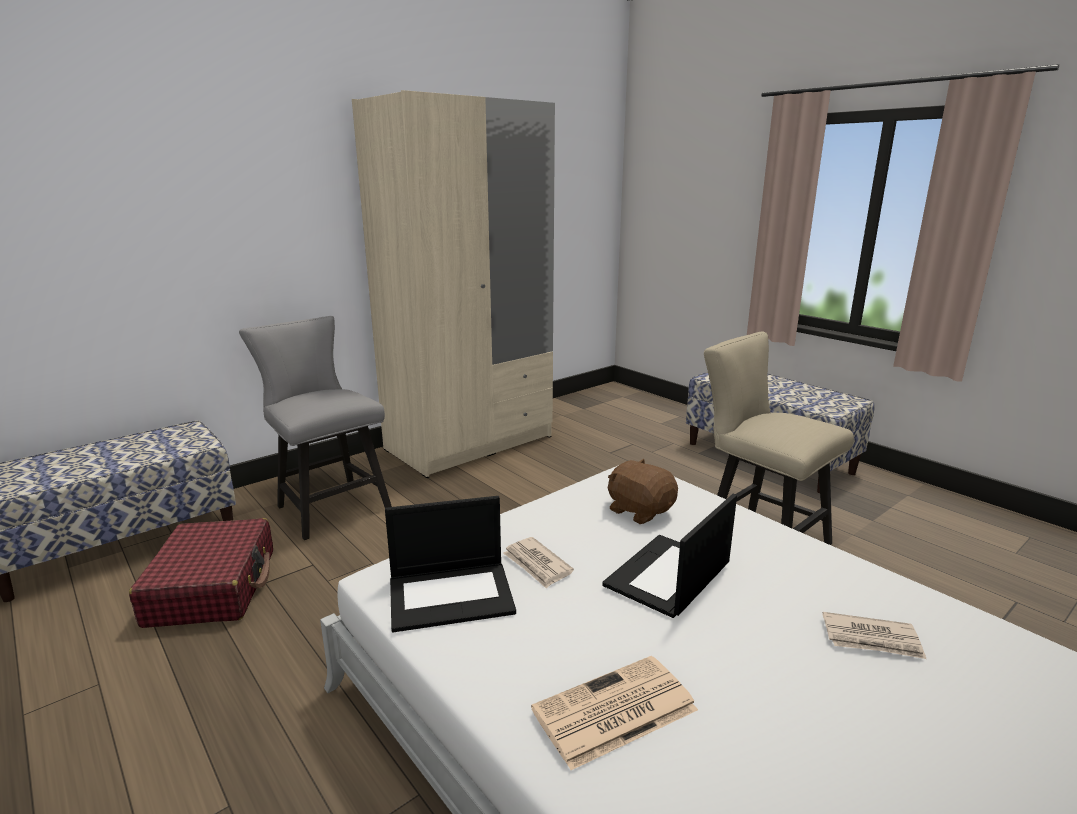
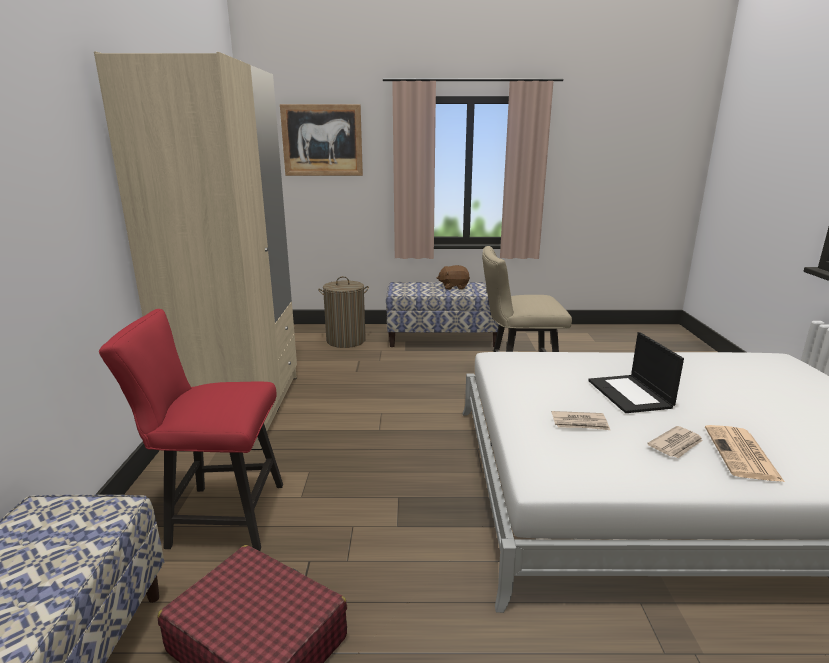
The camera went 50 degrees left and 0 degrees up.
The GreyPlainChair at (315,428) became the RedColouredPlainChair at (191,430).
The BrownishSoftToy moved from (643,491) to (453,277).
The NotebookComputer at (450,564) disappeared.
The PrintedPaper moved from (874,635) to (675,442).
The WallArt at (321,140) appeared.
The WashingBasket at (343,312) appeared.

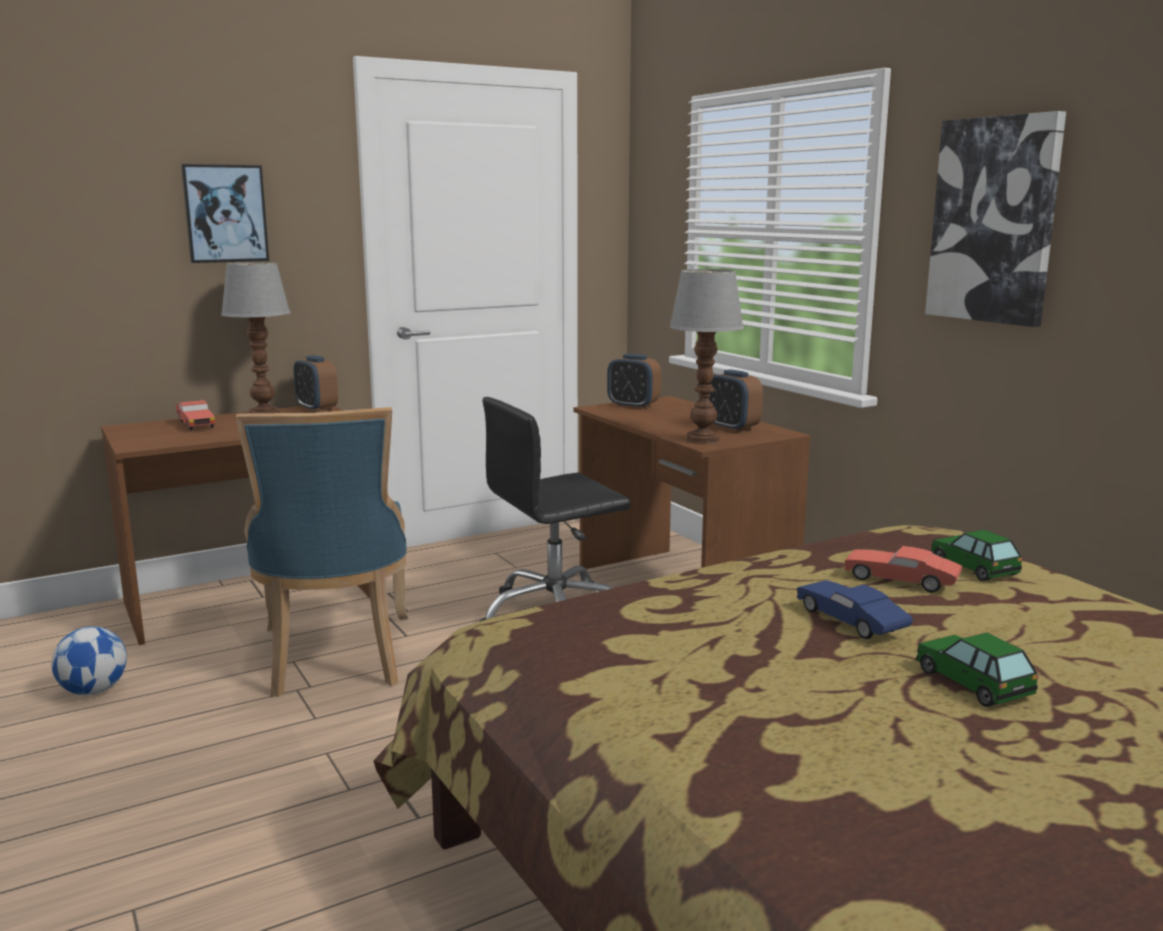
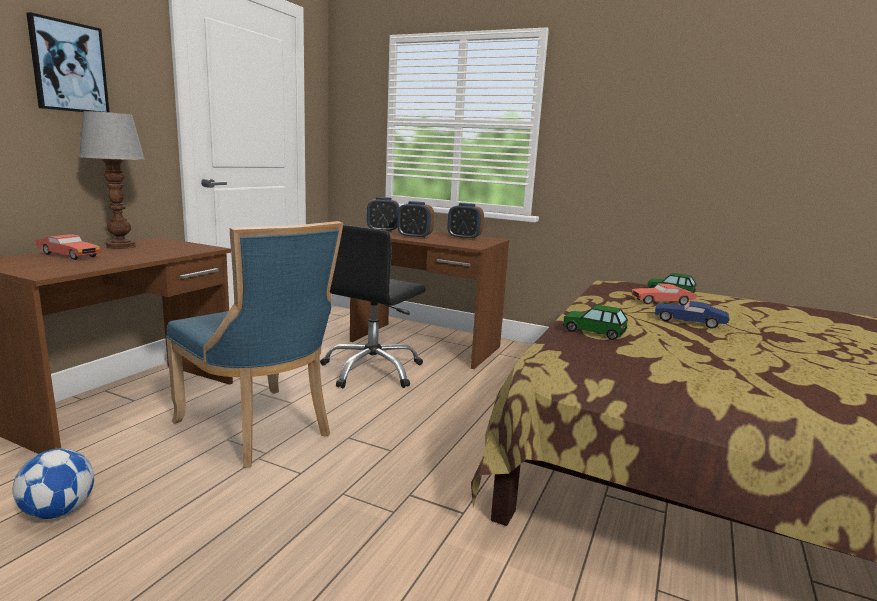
The camera went 35 degrees left and 0 degrees up.
The WallArt at (995,219) disappeared.
The TableLamp at (706,356) disappeared.
The TableClock moved from (315,383) to (415,220).
The ModelCar moved from (977,670) to (595,322).

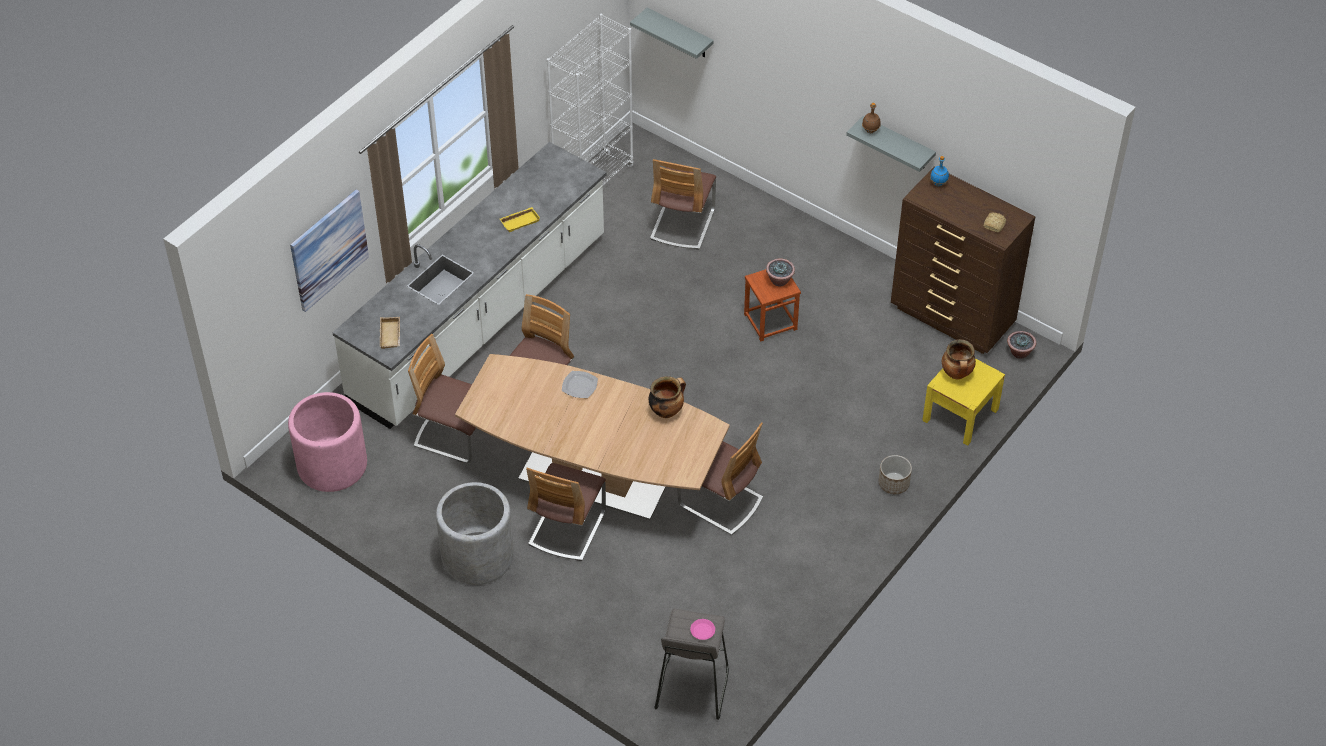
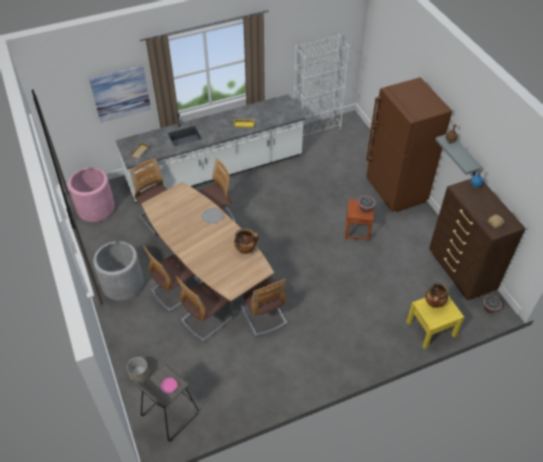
The camera went 30 degrees right and 0 degrees up.
The GreyShelf at (672,33) disappeared.
The PlainChair moved from (683,204) to (204,309).
The Planter moved from (895,474) to (137,370).
The BrownishFridge at (409,144) appeared.

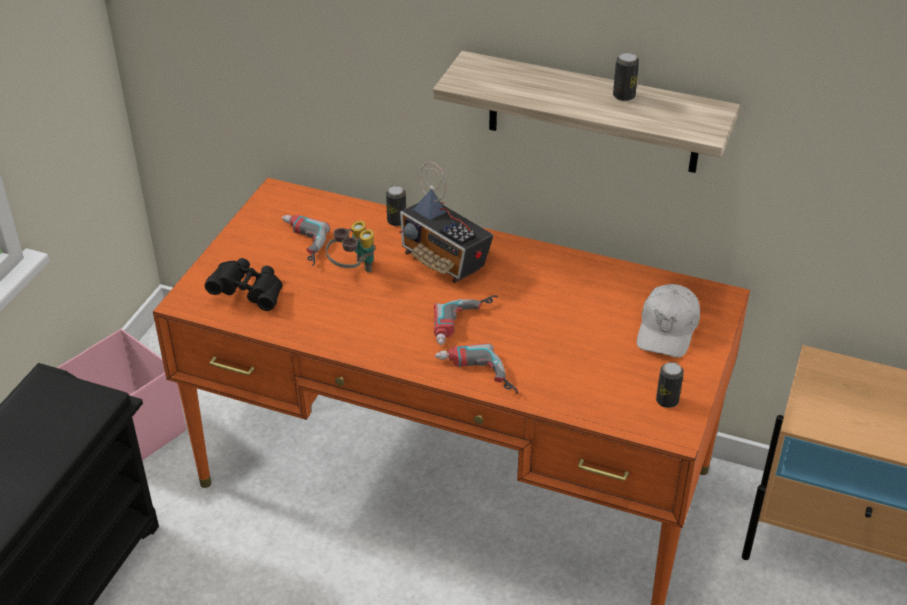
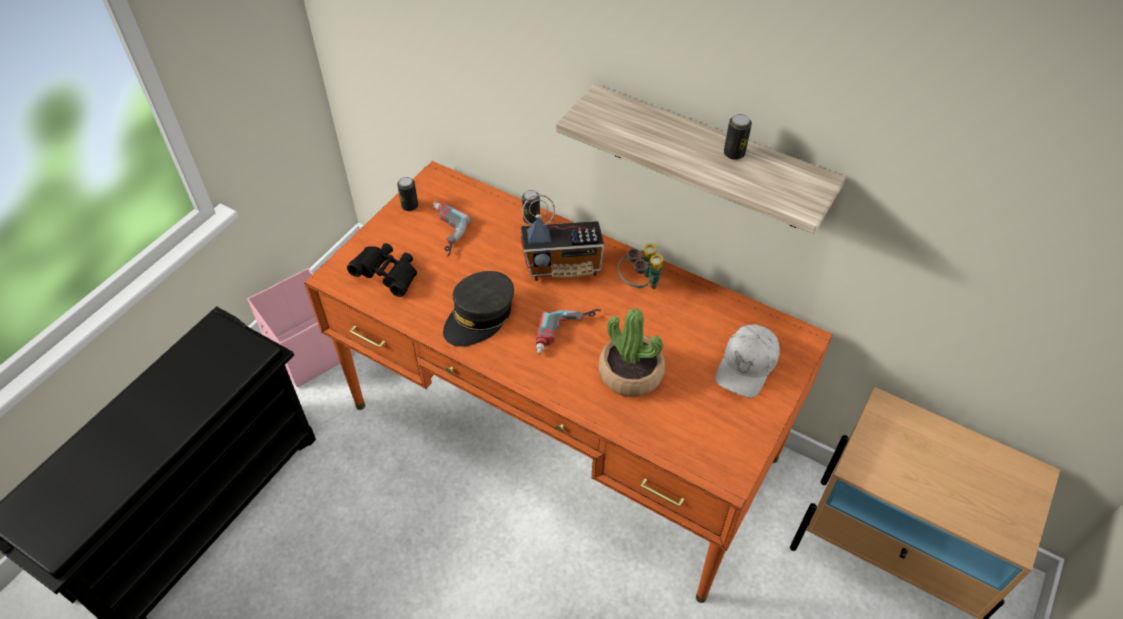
The camera went 10 degrees right and 10 degrees up.
The RadioSet at (446,222) turned 60 degrees counterclockwise.
The FieldGlasses moved from (351,247) to (640,266).
The ElectricDrill at (476,368) disappeared.
The SealedCan moved from (670,385) to (407,194).
The GreyPeakedCap at (478,309) appeared.
The Houseplant at (632,352) appeared.

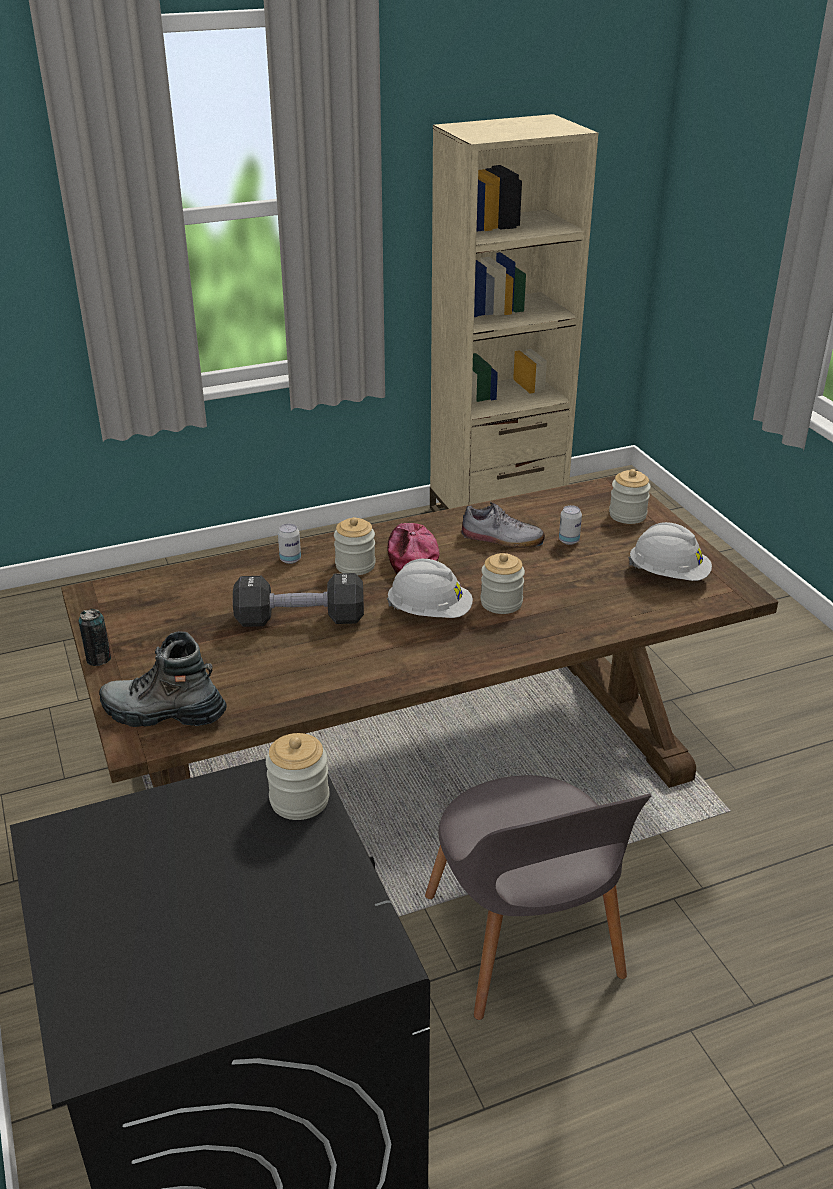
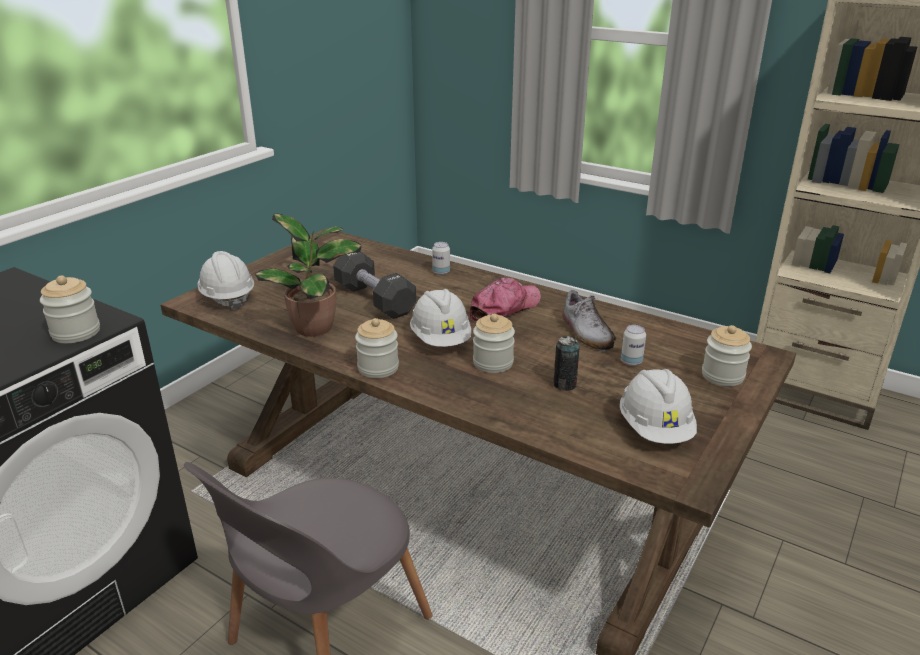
The camera went 55 degrees right and 5 degrees down.
The PreserveJar moved from (355,546) to (377,348).
The SealedCan moved from (94,637) to (567,363).
The HighTopBoot at (163,679) was replaced by the WhiteWorkHelmet at (226,280).
The Houseplant at (308,275) appeared.

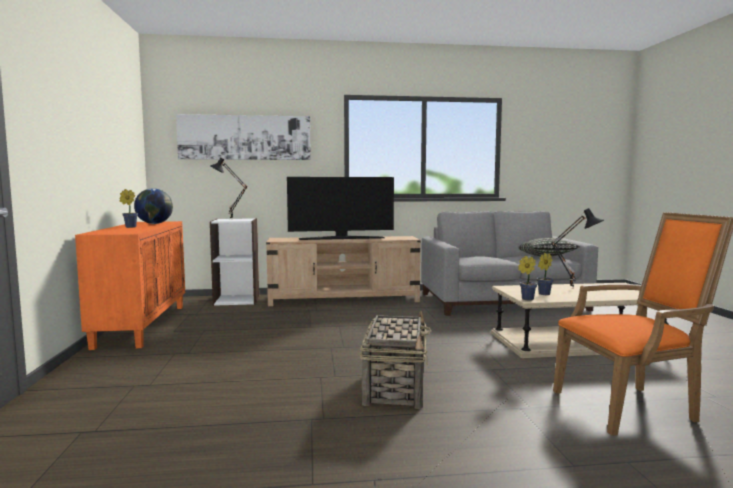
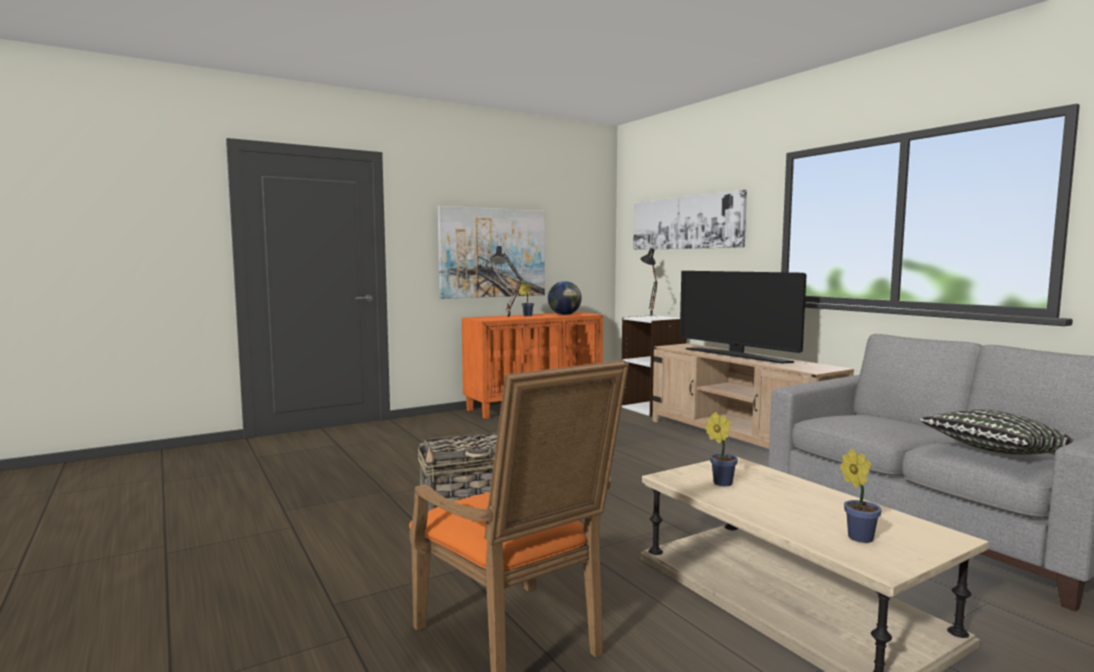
The camera went 65 degrees right and 0 degrees up.
The BlackTableLamp moved from (577,248) to (506,282).
The Houseplant moved from (527,278) to (861,496).
The WallArt at (491,252) appeared.

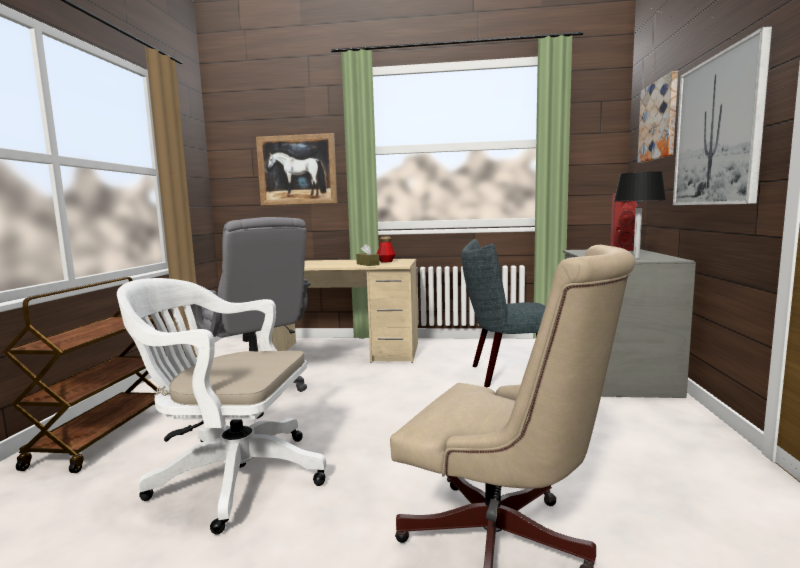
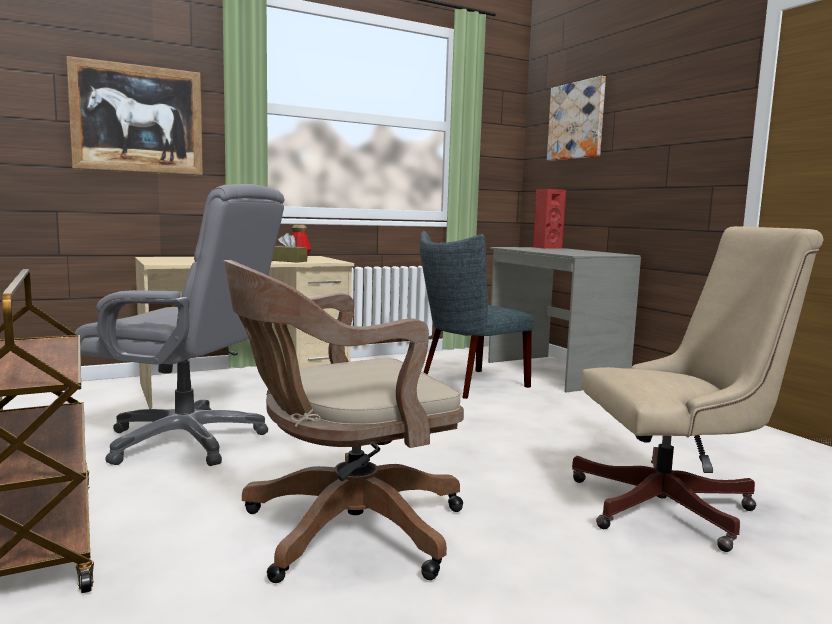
The camera went 35 degrees left and 0 degrees up.
The WallArt at (722,115) disappeared.
The BlackTableLamp at (640,214) disappeared.
The WhiteComputerChair at (221,406) became the BrownishComputerChair at (344,421).

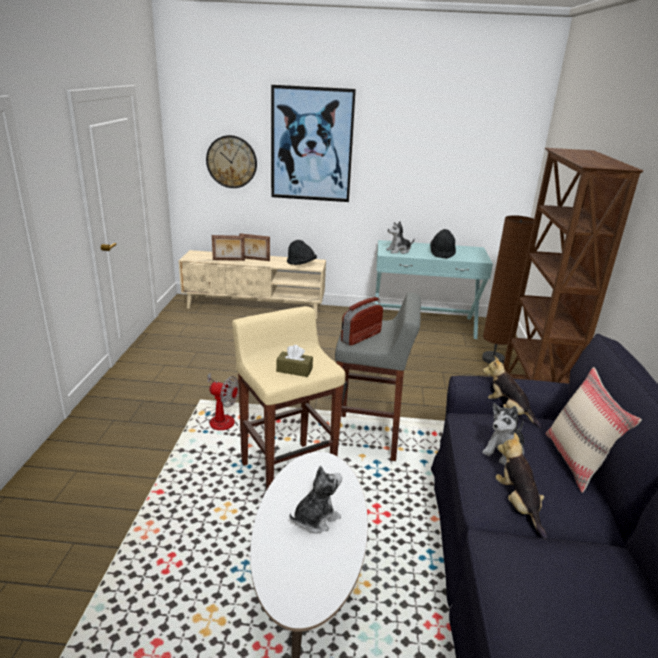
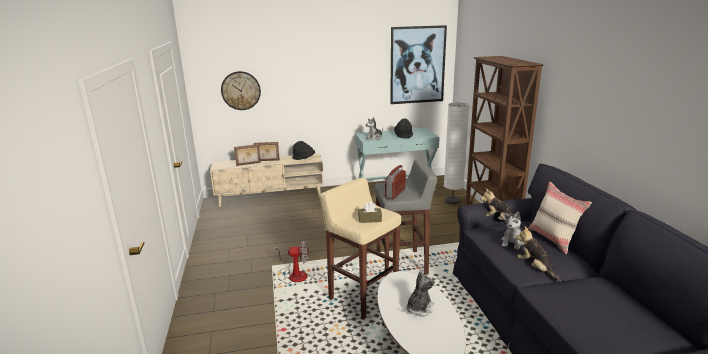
The camera went 15 degrees left and 5 degrees down.
The WallArt moved from (313,143) to (418,64).
The BrownishStandardLamp at (508,289) became the WhiteStandardLamp at (456,153).

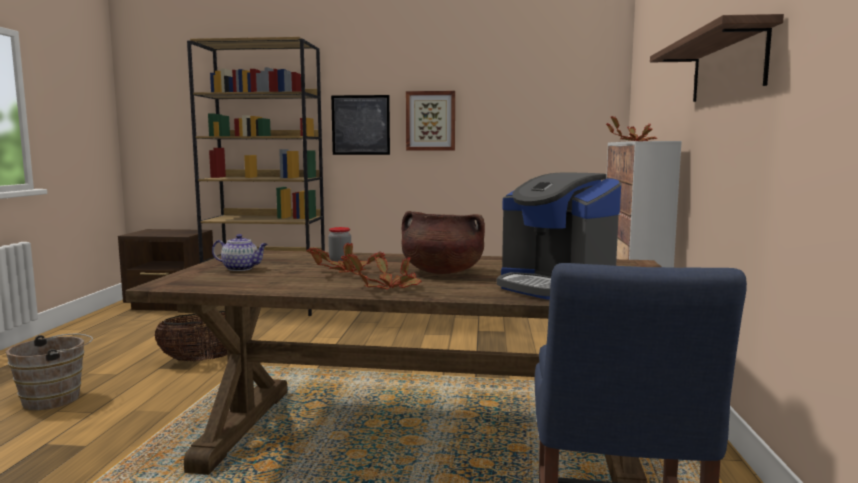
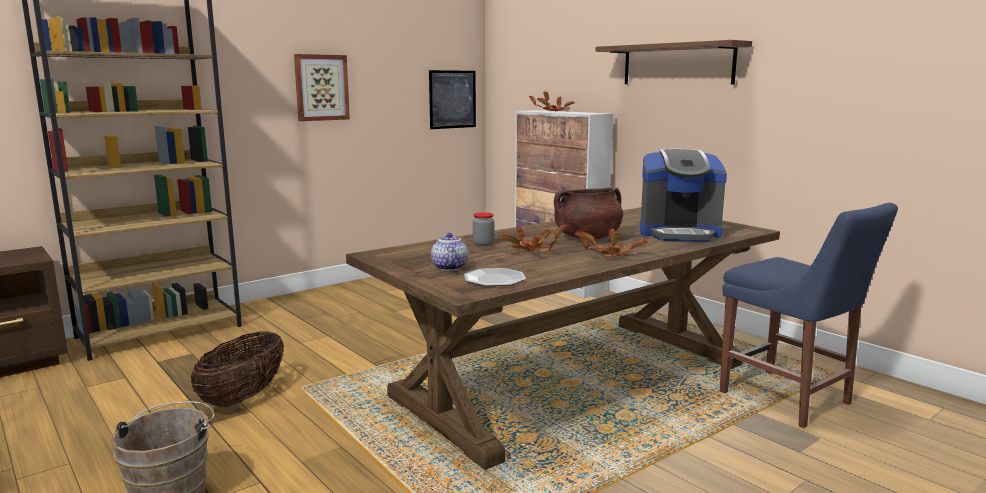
The camera went 45 degrees left and 5 degrees up.
The WallArt moved from (360,125) to (452,99).
The TeaPot at (240,252) turned 60 degrees counterclockwise.
The FlatDish at (495,277) appeared.

